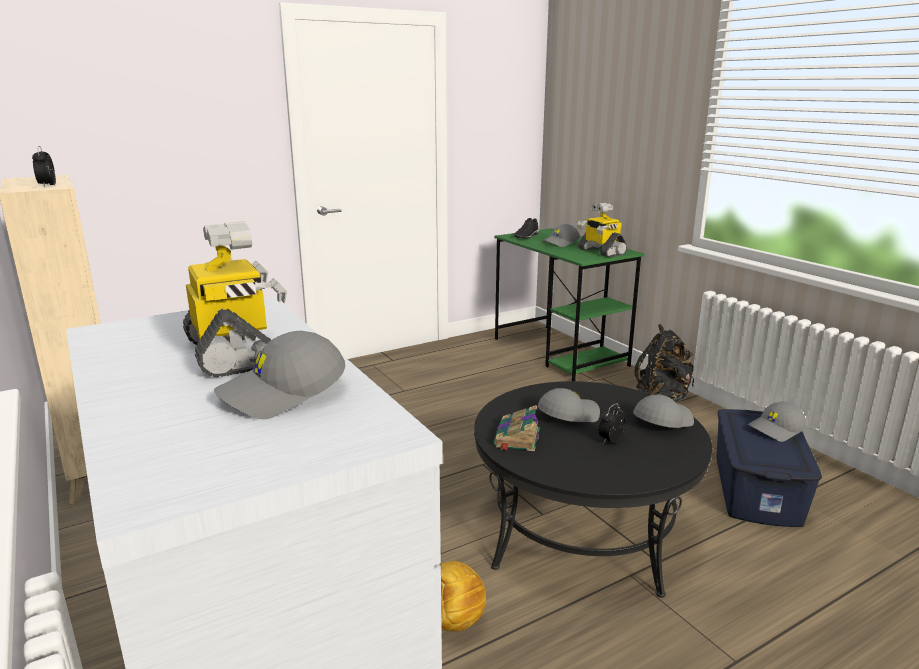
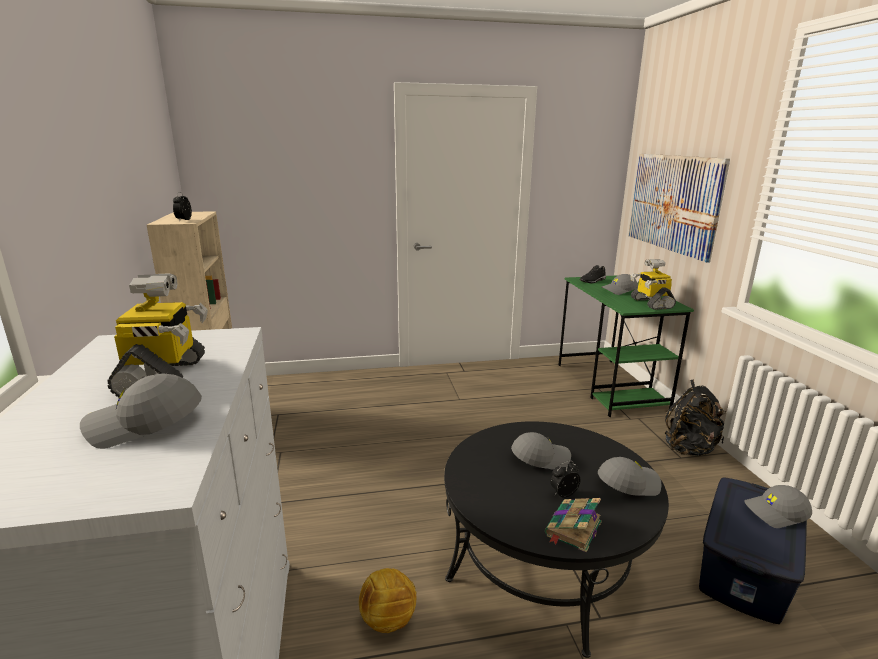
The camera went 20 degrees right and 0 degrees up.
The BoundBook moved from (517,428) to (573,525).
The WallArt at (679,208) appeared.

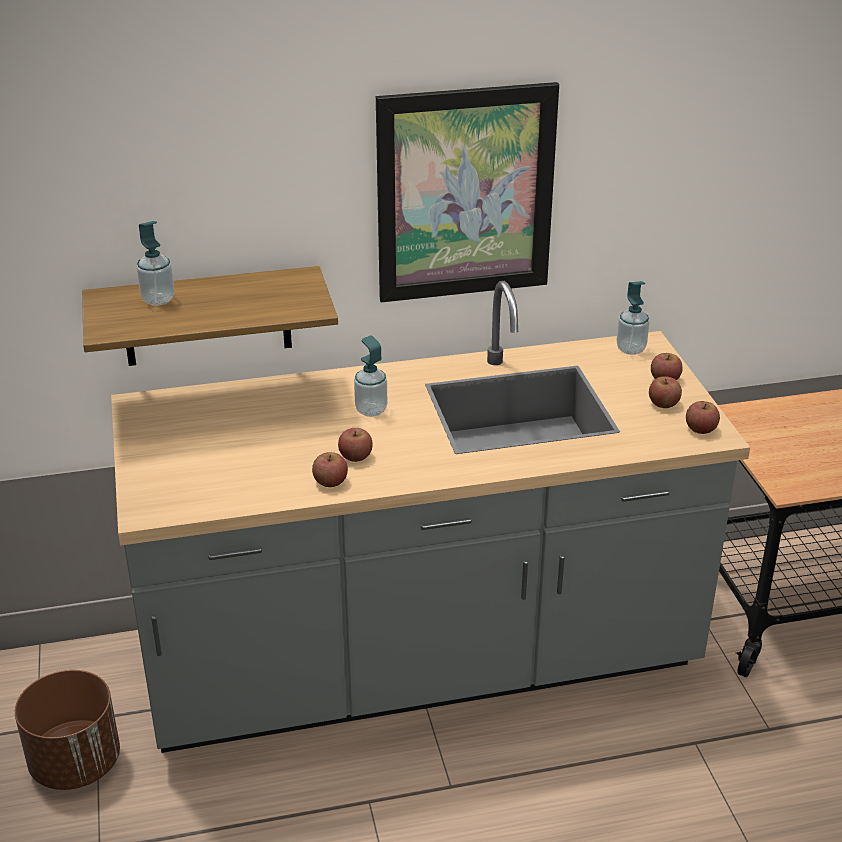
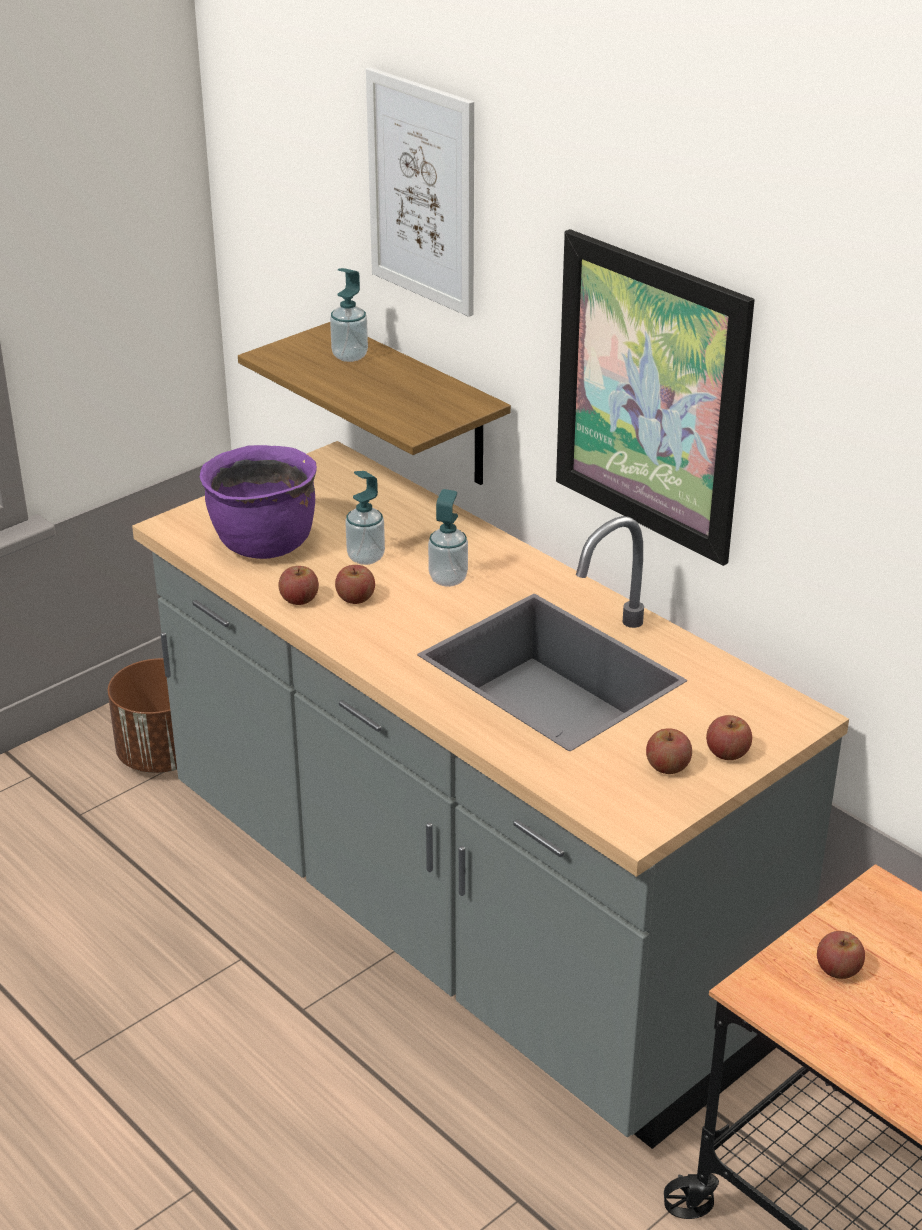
The camera went 60 degrees right and 0 degrees up.
The SoapDispenser moved from (633,318) to (365,518).
The AppleFruit moved from (703,417) to (841,955).
The WallArt at (420,192) appeared.
The PurpleStockpot at (258,502) appeared.

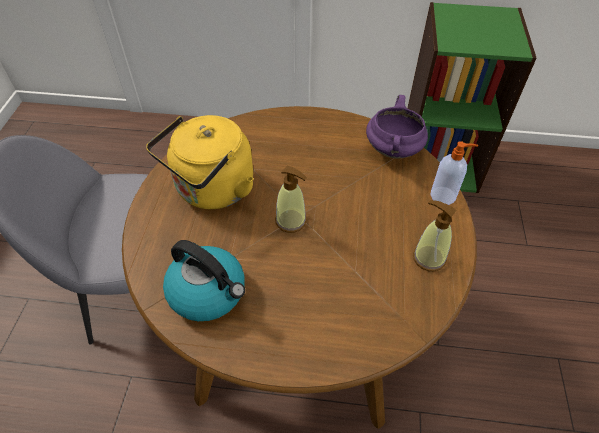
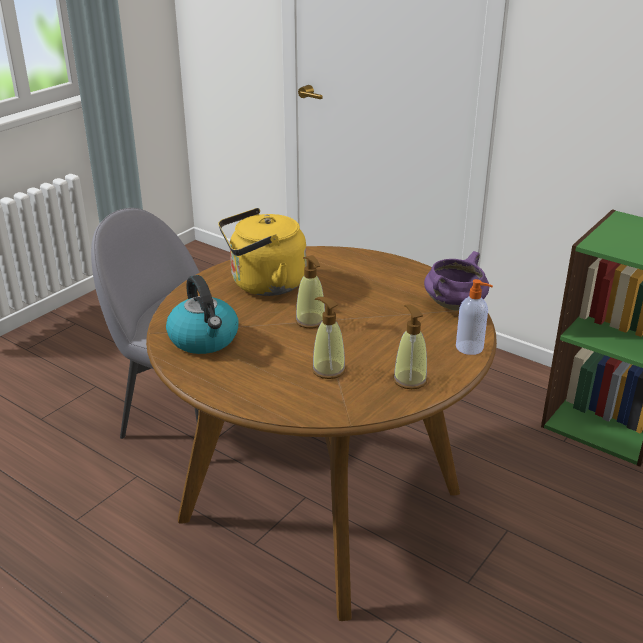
The camera went 30 degrees right and 20 degrees down.
The SoapDispenser at (329,338) appeared.

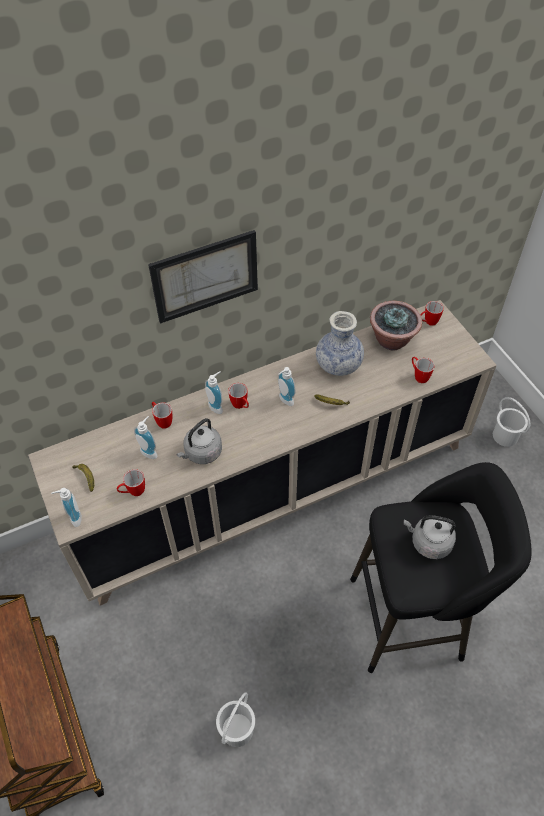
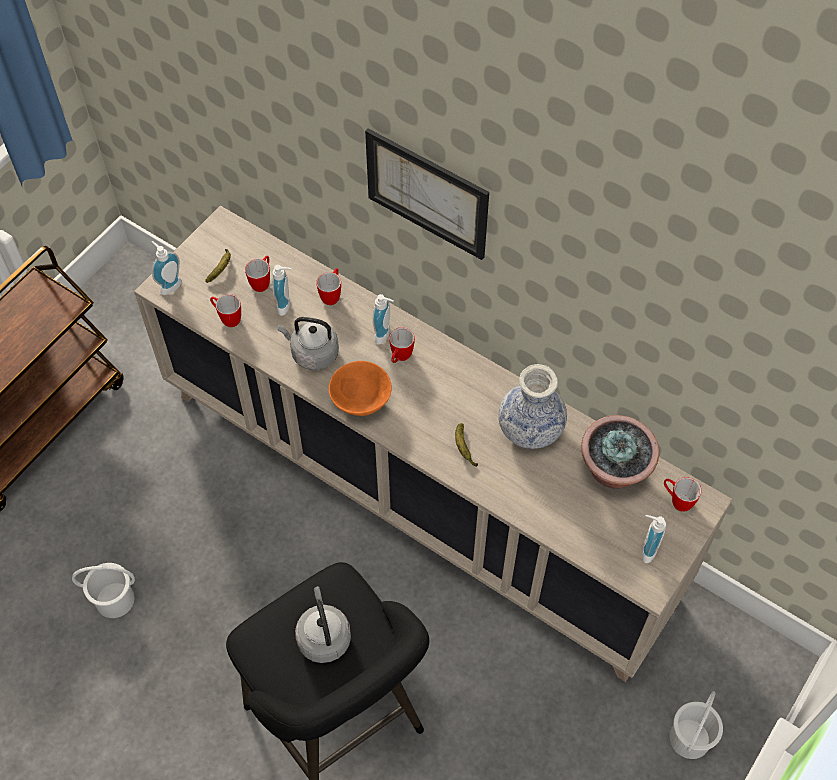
The camera went 60 degrees right and 5 degrees up.
The Mug moved from (423,370) to (257,274).
The SoapDispenser moved from (287,386) to (653,539).
The OrangeColouredServingBowl at (360,388) appeared.

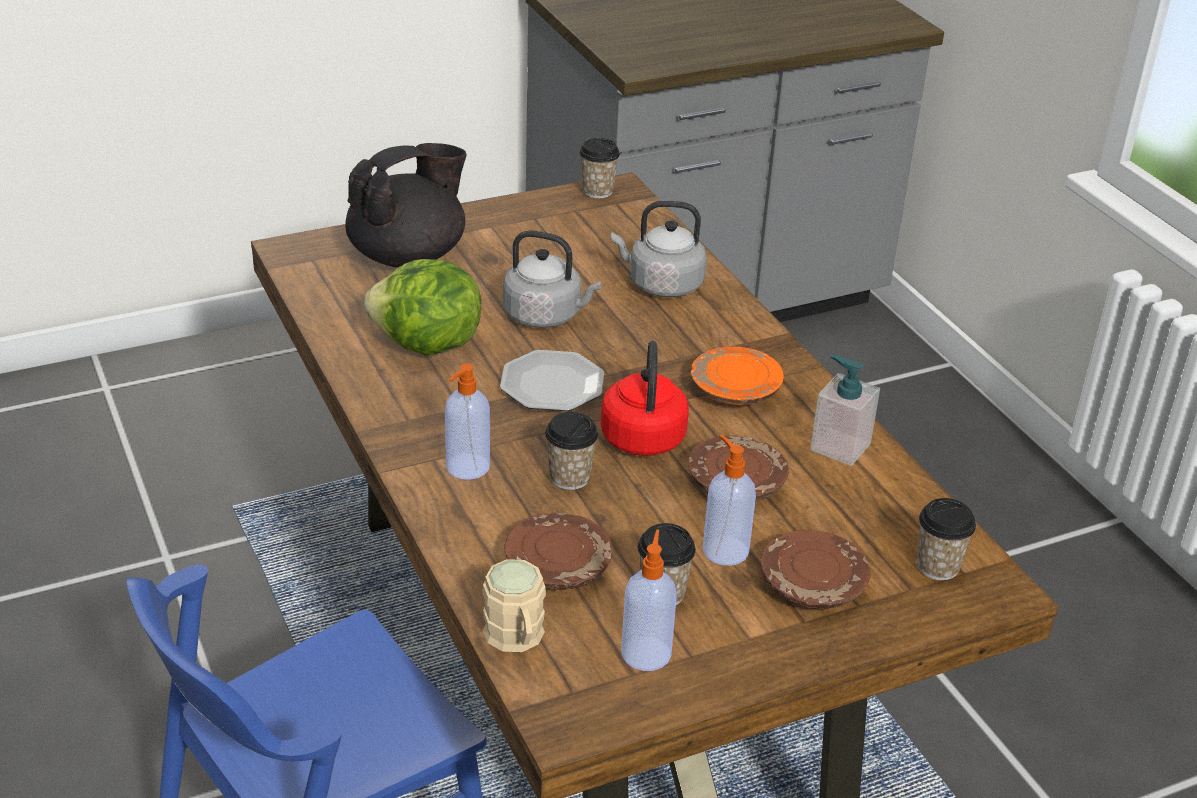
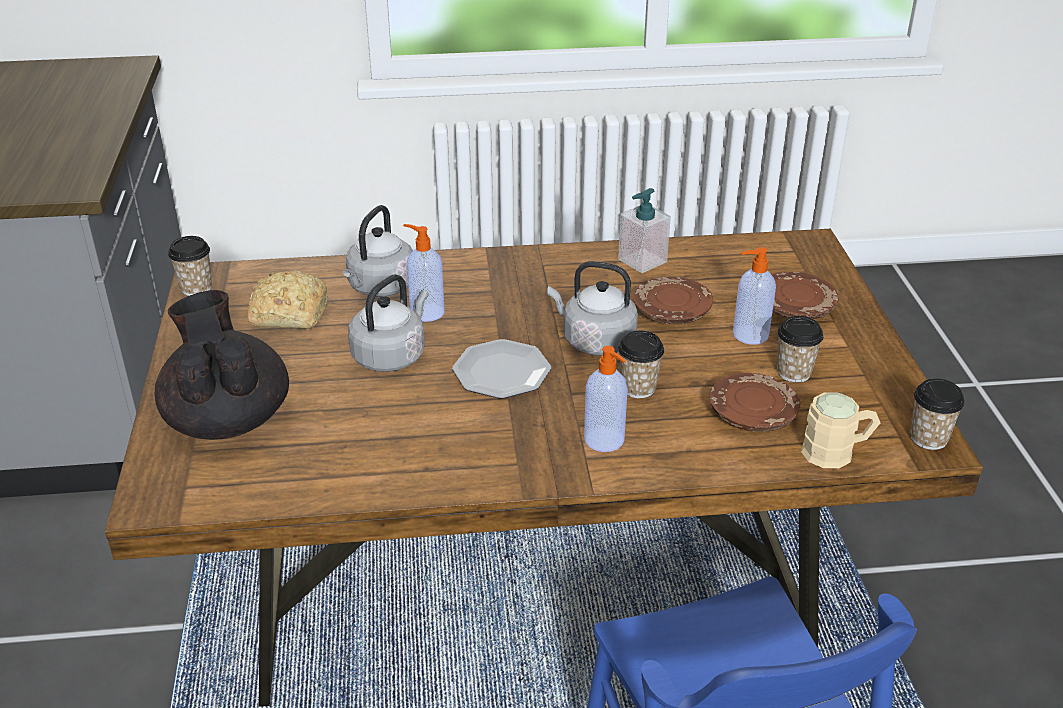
The camera went 70 degrees left and 0 degrees up.
The LettuceHead at (422,307) disappeared.
The RedColouredTeaKettle at (645,398) became the GreyTeaKettle at (592,308).
The OrangeColouredFlatDish at (737,376) disappeared.
The DrinkingCup moved from (946,539) to (937,414).
The SoapDispenser moved from (649,600) to (424,273).
The BakeryBread at (288,299) appeared.

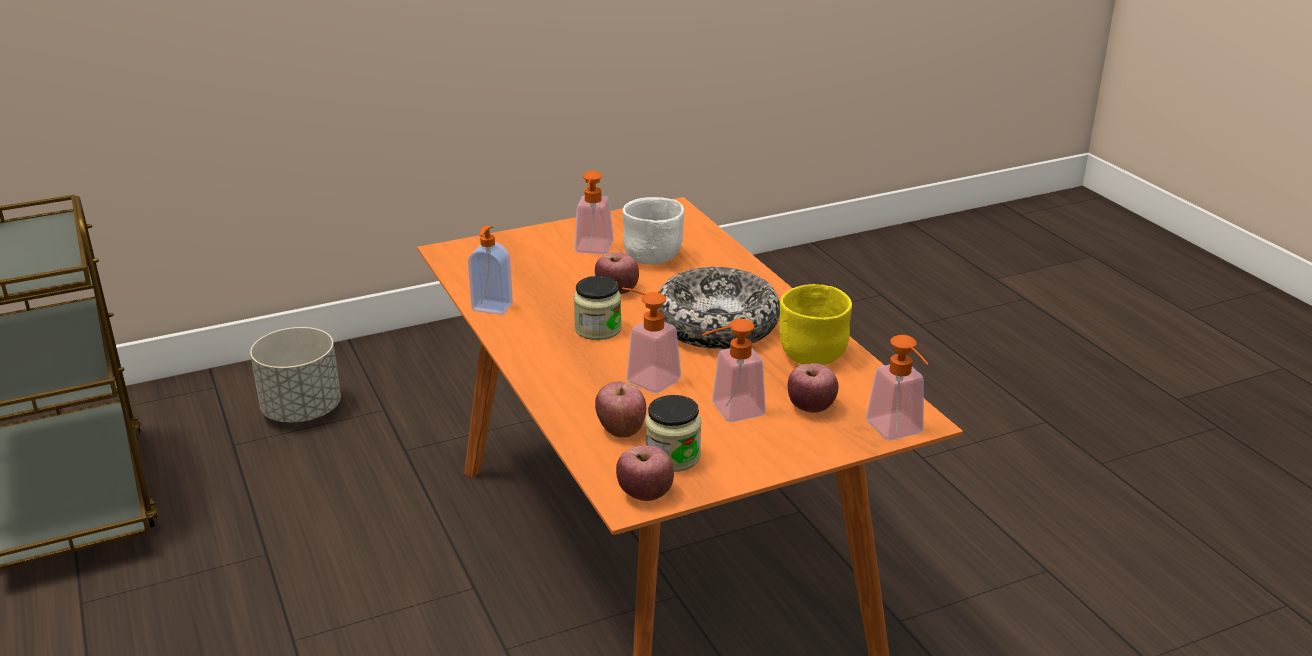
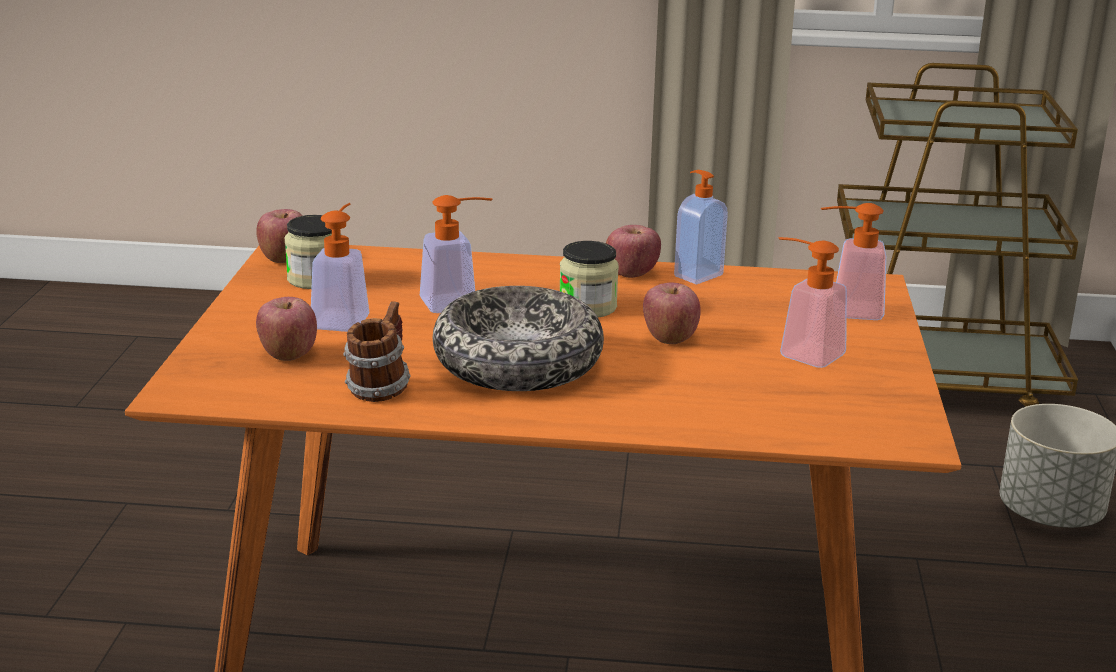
The camera went 120 degrees right and 5 degrees down.
The WhiteServingBowl at (653,231) disappeared.
The YellowServingBowl at (815,324) was replaced by the Mug at (377,351).
The SoapDispenser moved from (897,387) to (853,261).
The AppleFruit moved from (620,410) to (633,251).

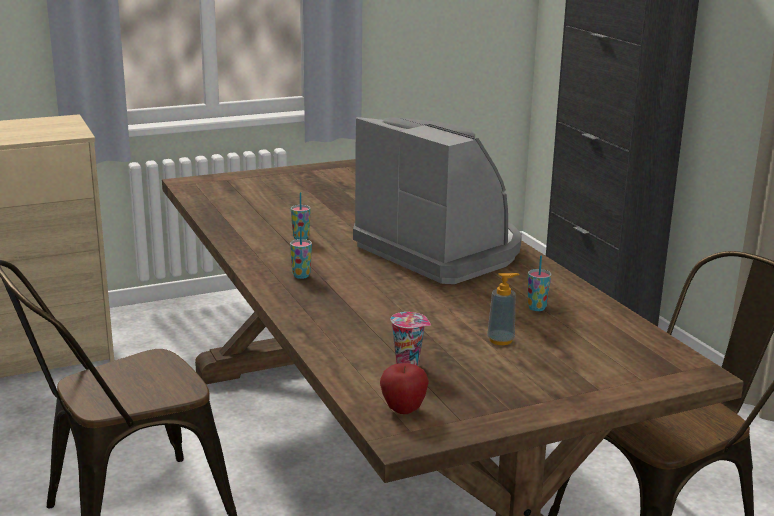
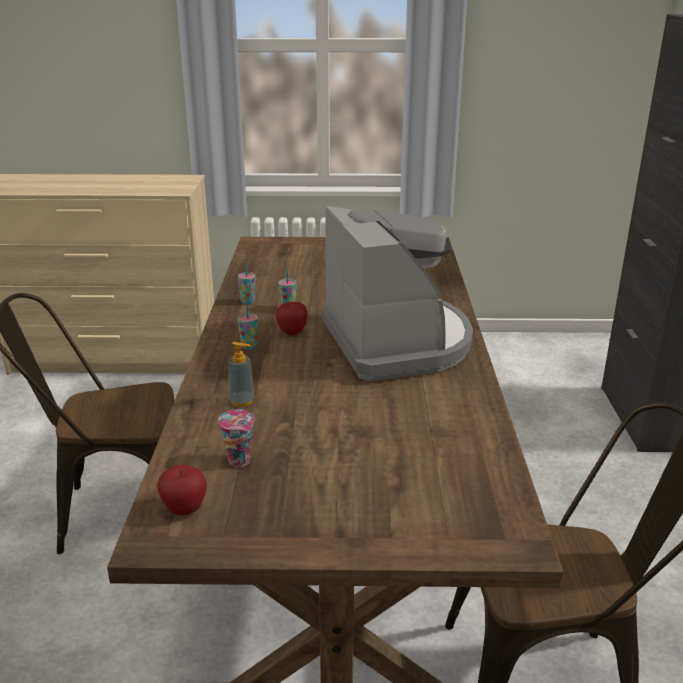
The camera went 25 degrees right and 5 degrees up.
The DrinkingCup moved from (539,283) to (246,283).
The SoapDispenser moved from (503,309) to (241,374).
The AppleFruit at (292,319) appeared.

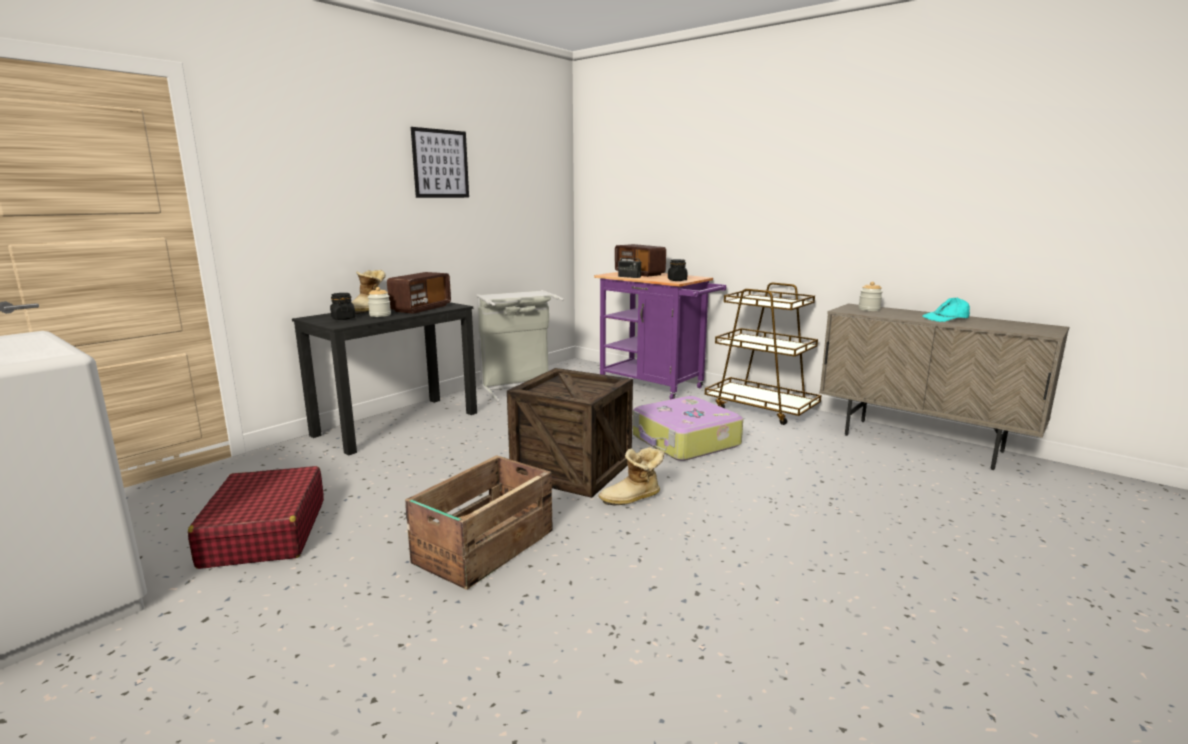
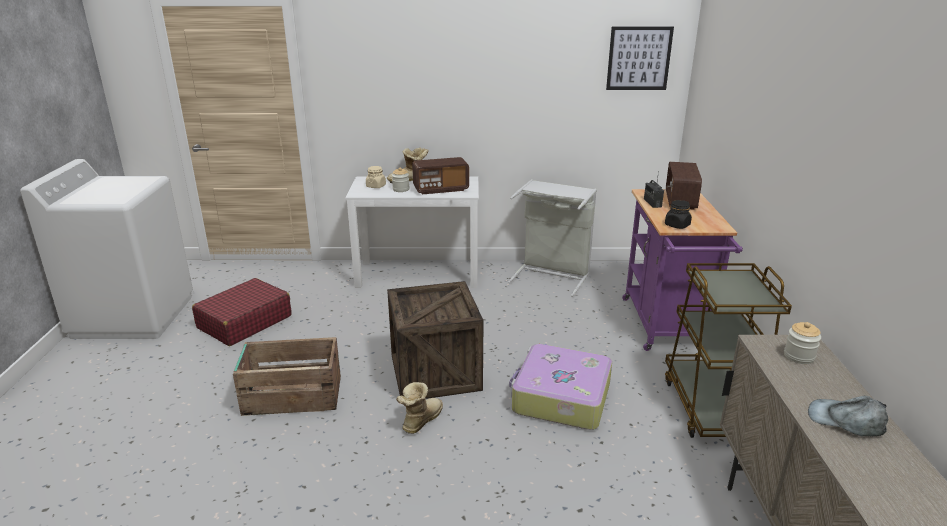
The camera went 50 degrees right and 10 degrees up.
The WallArt moved from (440,162) to (640,58).
The BlackPreserveJar at (343,306) became the SandColouredPreserveJar at (376,177).
The TurquoiseColouredPeakedCap at (946,310) became the GreyPeakedCap at (848,416).
The BlackDeskUnit at (384,378) became the WhiteDeskUnit at (412,232).
The HighTopBoot at (631,476) turned 90 degrees clockwise.

